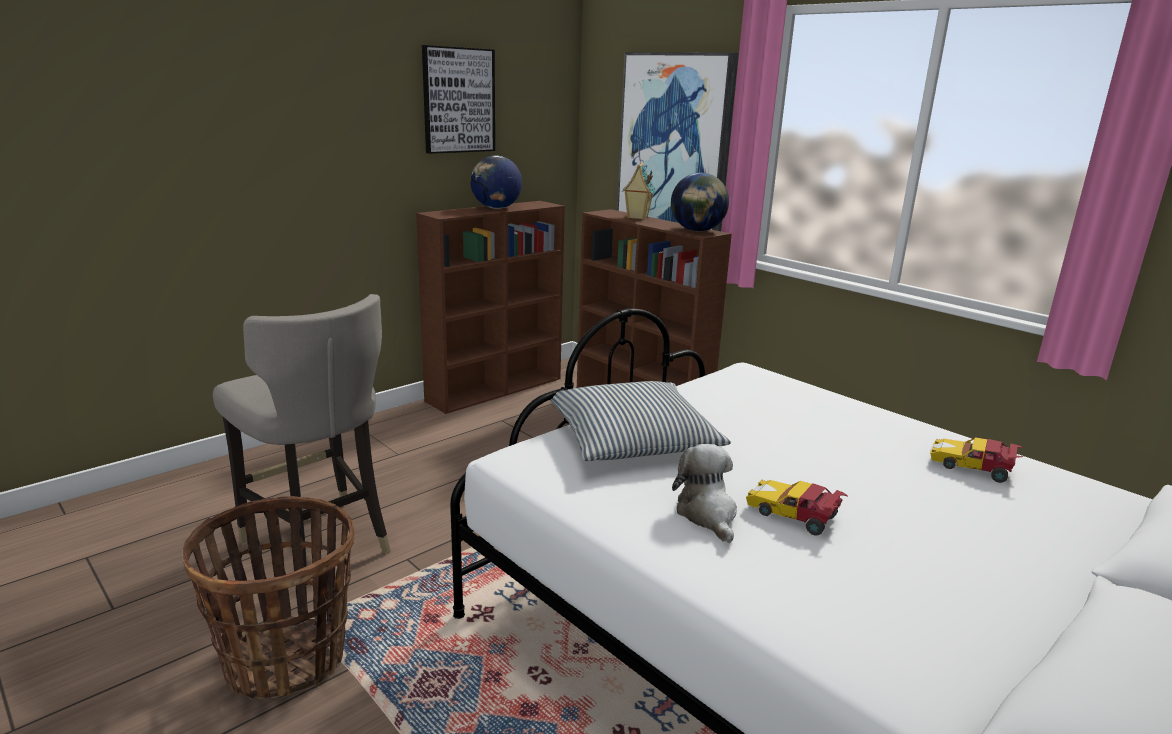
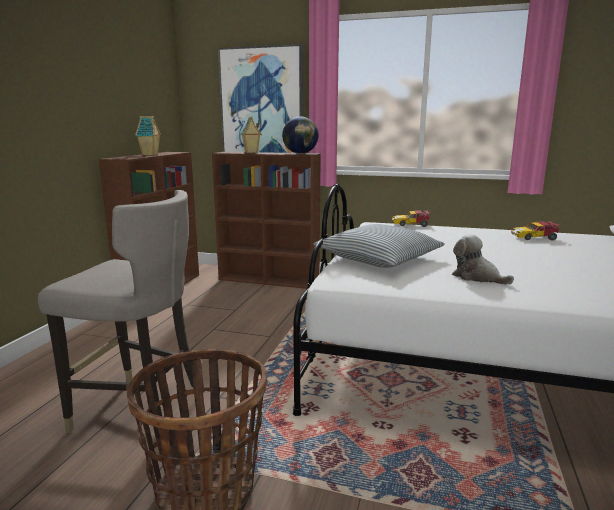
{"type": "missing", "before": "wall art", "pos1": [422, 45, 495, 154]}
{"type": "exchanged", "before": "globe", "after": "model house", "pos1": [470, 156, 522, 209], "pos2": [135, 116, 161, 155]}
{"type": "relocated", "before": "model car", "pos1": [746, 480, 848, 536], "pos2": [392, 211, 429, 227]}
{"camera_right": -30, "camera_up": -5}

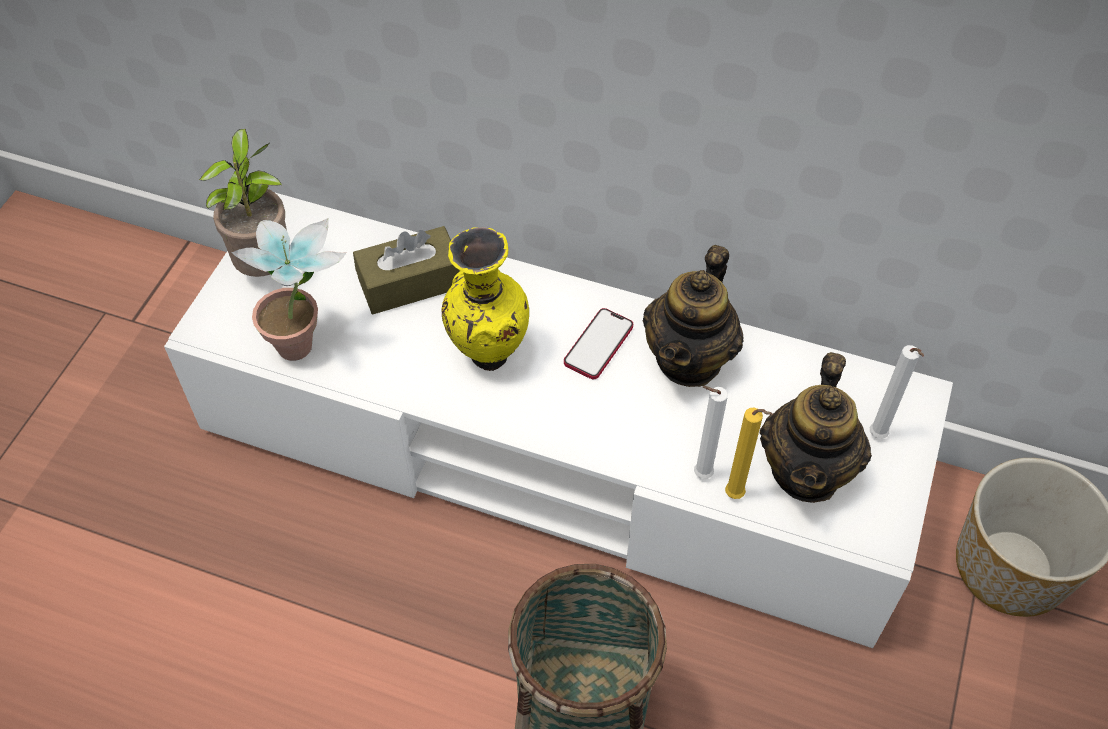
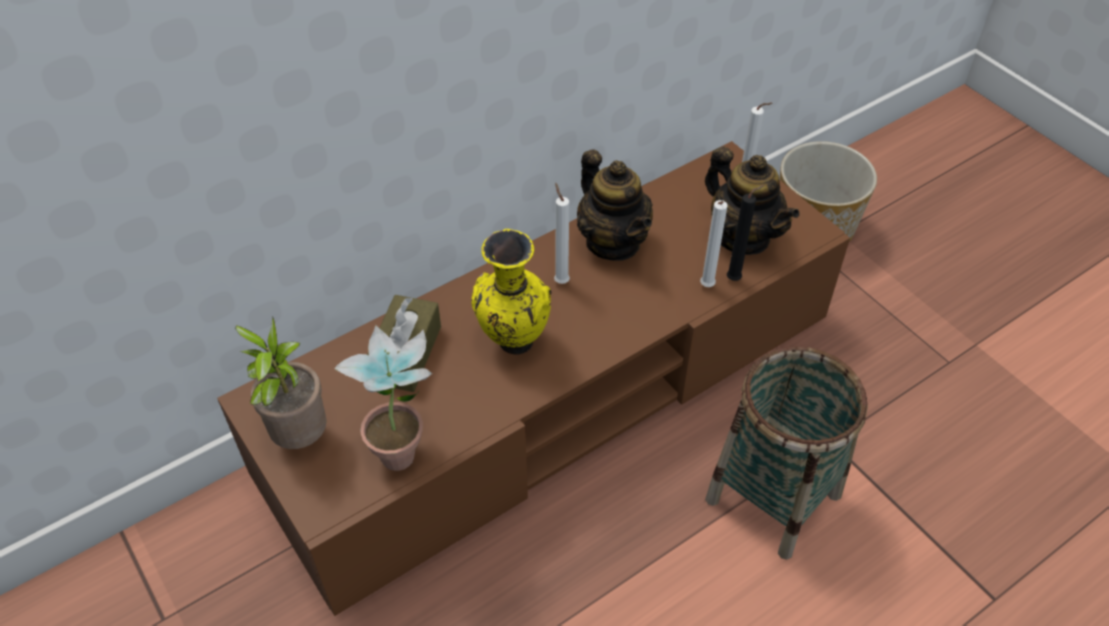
{"type": "colour", "before": "tv stand (white-coloured)", "after": "tv stand (brown)", "pos1": [164, 192, 953, 648], "pos2": [217, 141, 850, 616]}
{"type": "exchanged", "before": "phone", "after": "wax candle (white-coloured)", "pos1": [564, 308, 633, 379], "pos2": [554, 183, 570, 284]}
{"type": "colour", "before": "wax candle (yellowish)", "after": "wax candle (black)", "pos1": [725, 408, 773, 499], "pos2": [727, 185, 764, 281]}
{"camera_right": -55, "camera_up": -5}

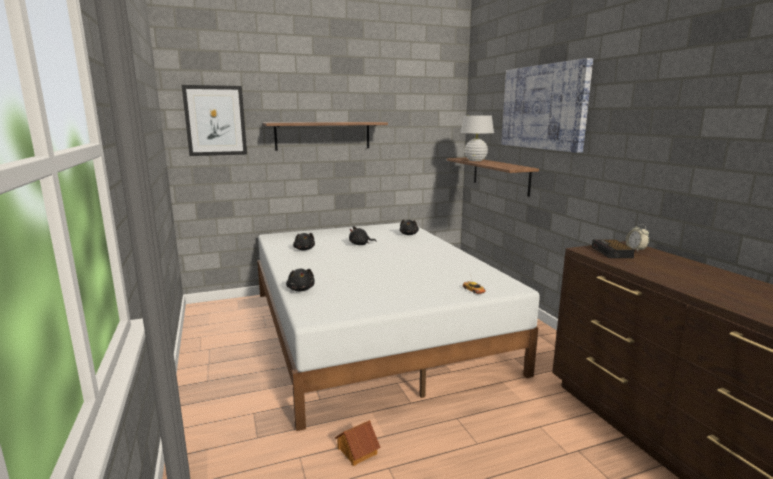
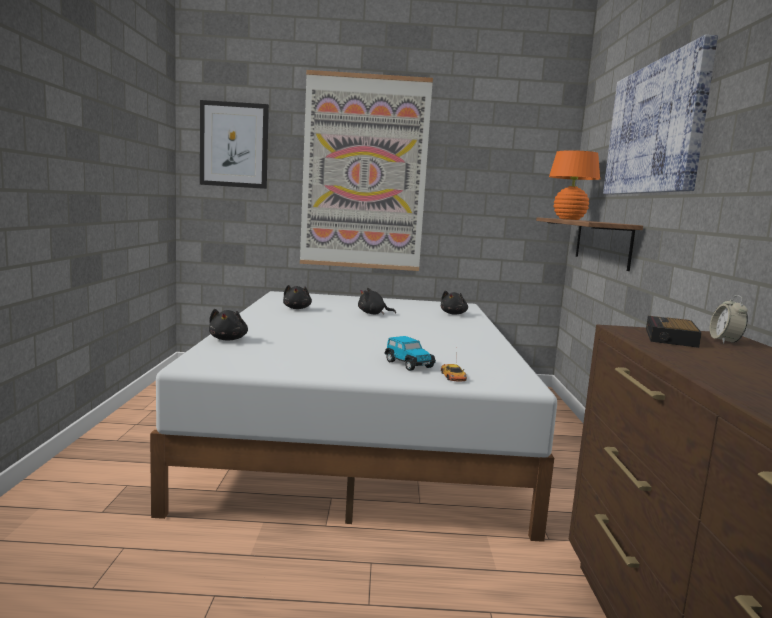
{"type": "exchanged", "before": "bracket shelf", "after": "wall art", "pos1": [263, 122, 388, 151], "pos2": [300, 70, 433, 271]}
{"type": "missing", "before": "model house", "pos1": [335, 420, 381, 466]}
{"type": "colour", "before": "lamp for a table (white-coloured)", "after": "lamp for a table (orangey)", "pos1": [460, 115, 494, 161], "pos2": [549, 150, 600, 220]}
{"type": "appeared", "after": "model car", "pos2": [385, 336, 436, 371]}
{"camera_right": 20, "camera_up": -5}

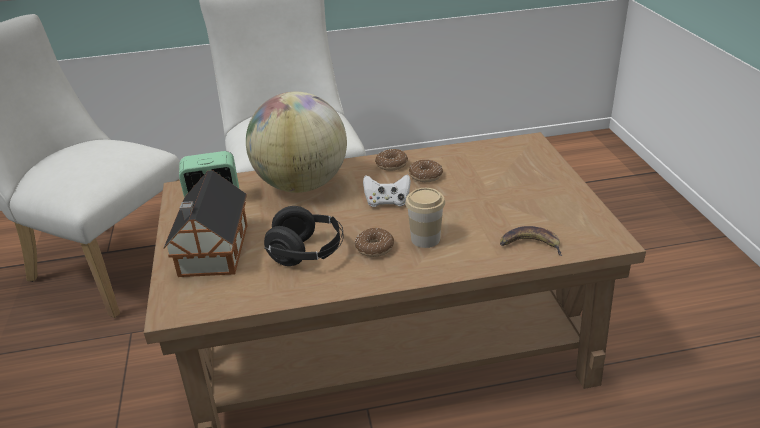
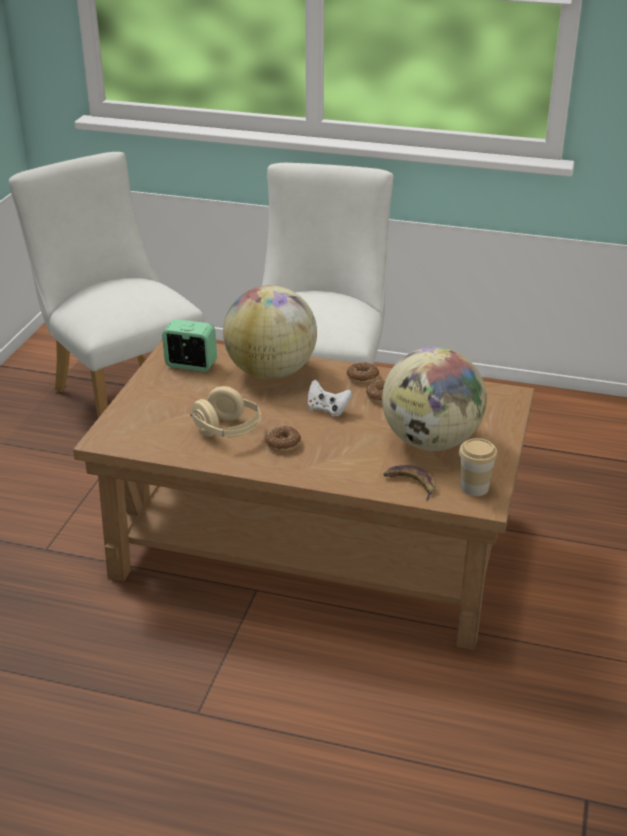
{"type": "missing", "before": "model house", "pos1": [163, 170, 248, 277]}
{"type": "colour", "before": "headphones (black)", "after": "headphones (sand-coloured)", "pos1": [264, 206, 344, 266], "pos2": [190, 386, 261, 438]}
{"type": "relocated", "before": "drinking cup", "pos1": [405, 188, 445, 248], "pos2": [459, 438, 497, 496]}
{"type": "appeared", "after": "globe", "pos2": [382, 347, 487, 451]}
{"camera_right": 25, "camera_up": 0}

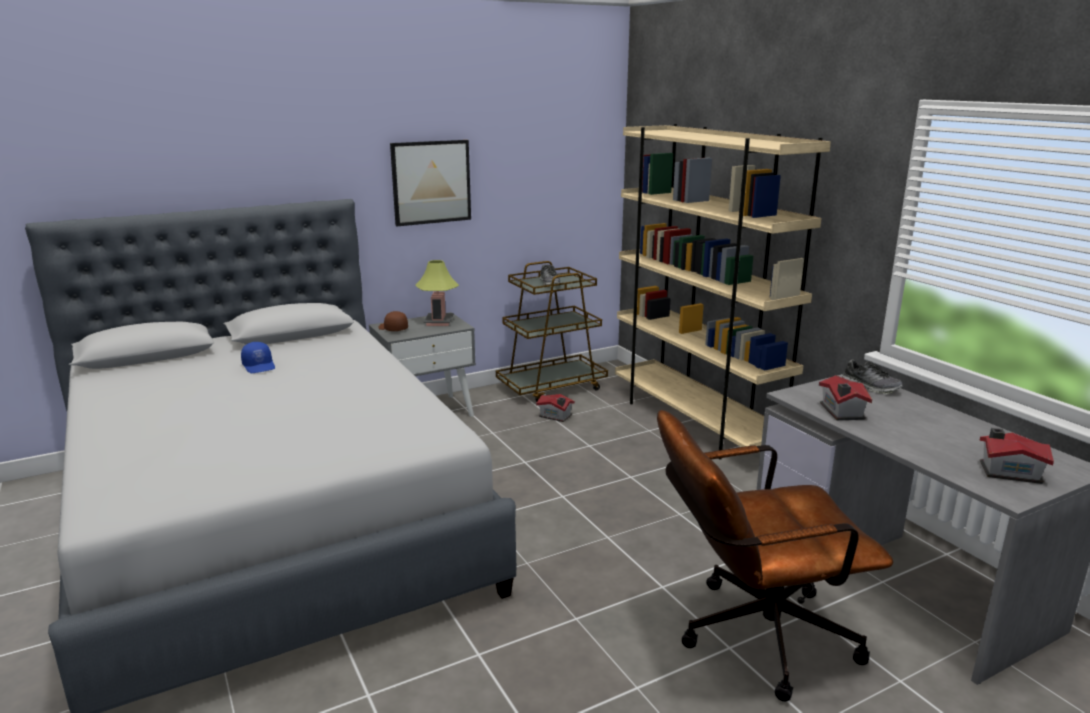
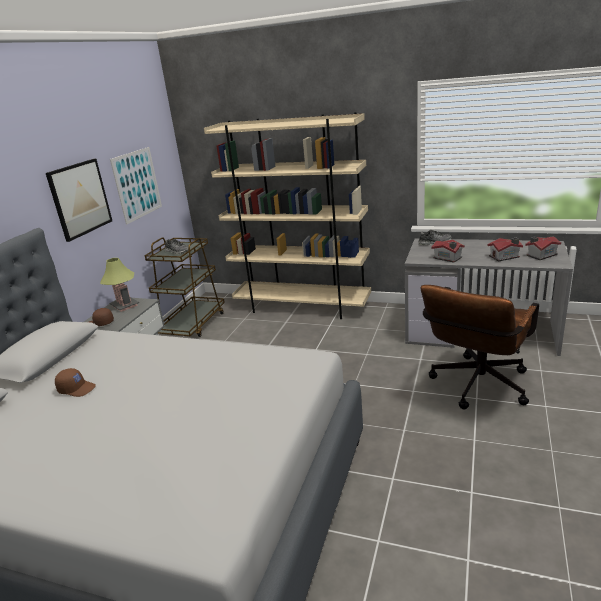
{"type": "colour", "before": "peaked cap (blue)", "after": "peaked cap (brown)", "pos1": [241, 342, 275, 373], "pos2": [55, 368, 96, 397]}
{"type": "relocated", "before": "model house", "pos1": [536, 394, 575, 422], "pos2": [488, 238, 523, 261]}
{"type": "appeared", "after": "wall art", "pos2": [110, 147, 162, 224]}
{"camera_right": -40, "camera_up": 5}

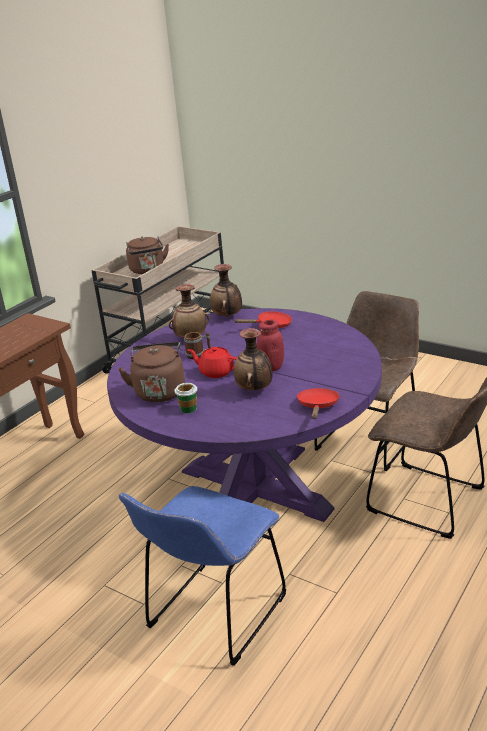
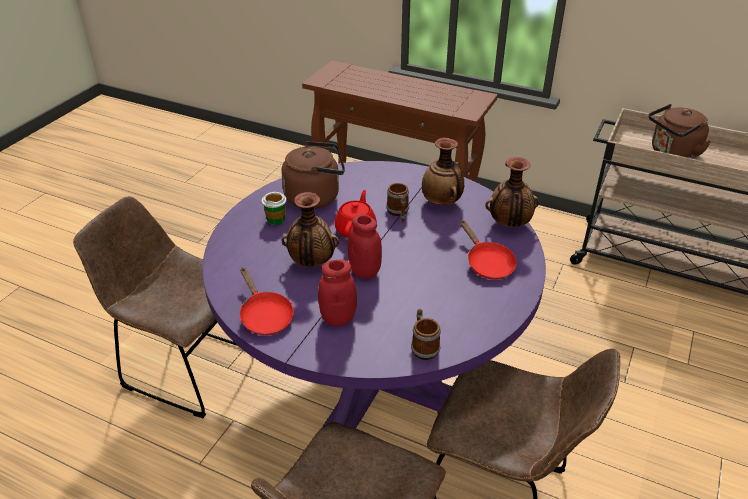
{"type": "colour", "before": "upright chair (blue)", "after": "upright chair (brown)", "pos1": [119, 486, 286, 666], "pos2": [73, 196, 238, 418]}
{"type": "spun", "before": "pan (red-coloured)", "pos1": [297, 388, 340, 419], "pos2": [240, 267, 294, 335], "turn": 60}
{"type": "appeared", "after": "jar (red-coloured)", "pos2": [318, 259, 357, 326]}
{"type": "appeared", "after": "mug", "pos2": [411, 309, 441, 360]}
{"camera_right": 80, "camera_up": 10}

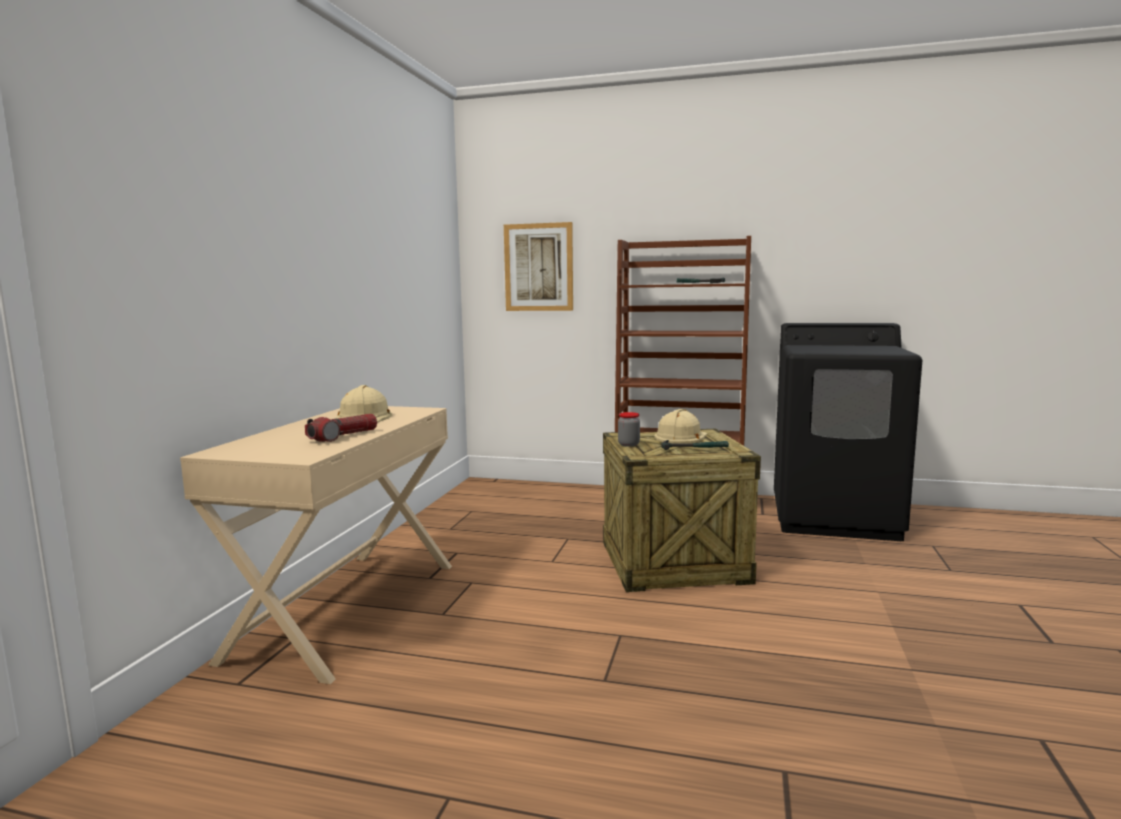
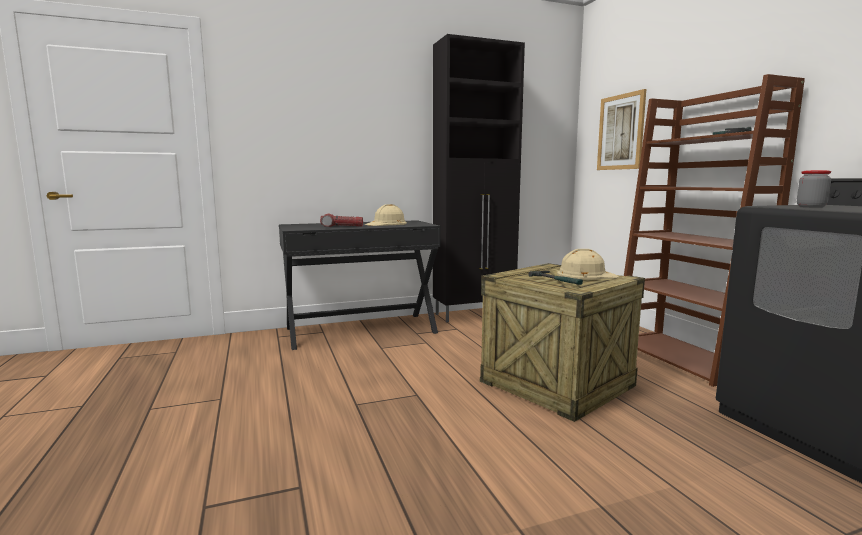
{"type": "colour", "before": "desk (sand-coloured)", "after": "desk (black)", "pos1": [180, 406, 452, 684], "pos2": [279, 220, 441, 350]}
{"type": "relocated", "before": "jar", "pos1": [618, 412, 640, 447], "pos2": [797, 170, 831, 208]}
{"type": "appeared", "after": "storage cabinet (black)", "pos2": [433, 34, 525, 322]}
{"camera_right": 55, "camera_up": 0}

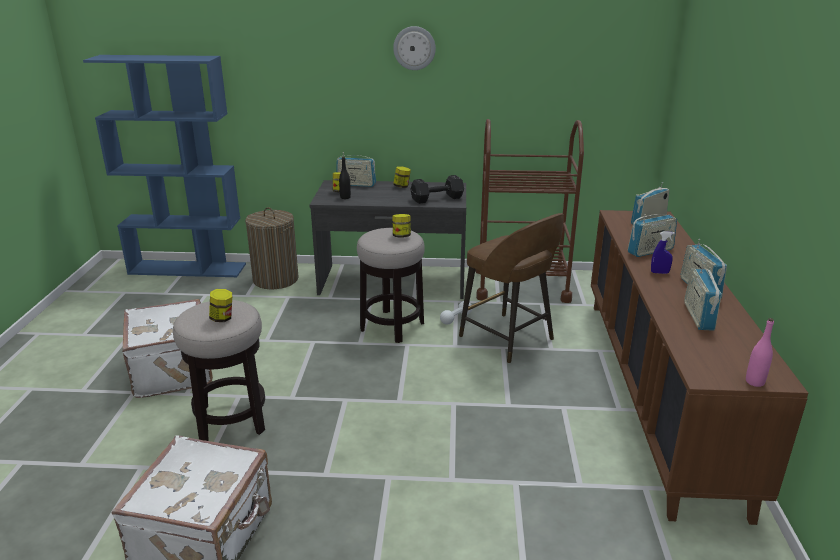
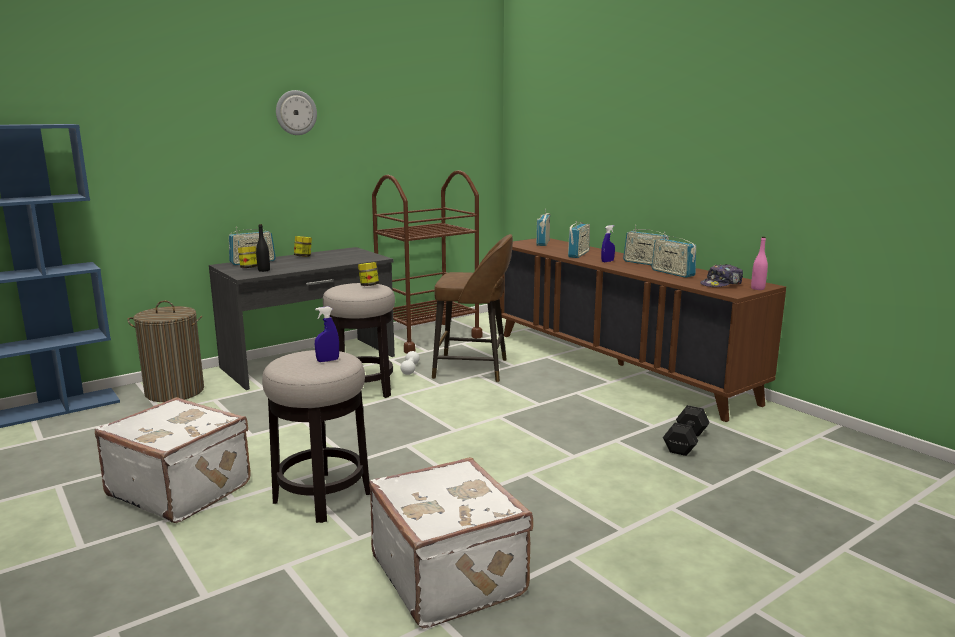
{"type": "exchanged", "before": "jar", "after": "sprayer (blue)", "pos1": [209, 289, 232, 322], "pos2": [315, 306, 339, 362]}
{"type": "relocated", "before": "free weight (black)", "pos1": [410, 175, 464, 204], "pos2": [663, 405, 710, 456]}
{"type": "appeared", "after": "peaked cap", "pos2": [700, 264, 743, 287]}
{"camera_right": -40, "camera_up": -10}

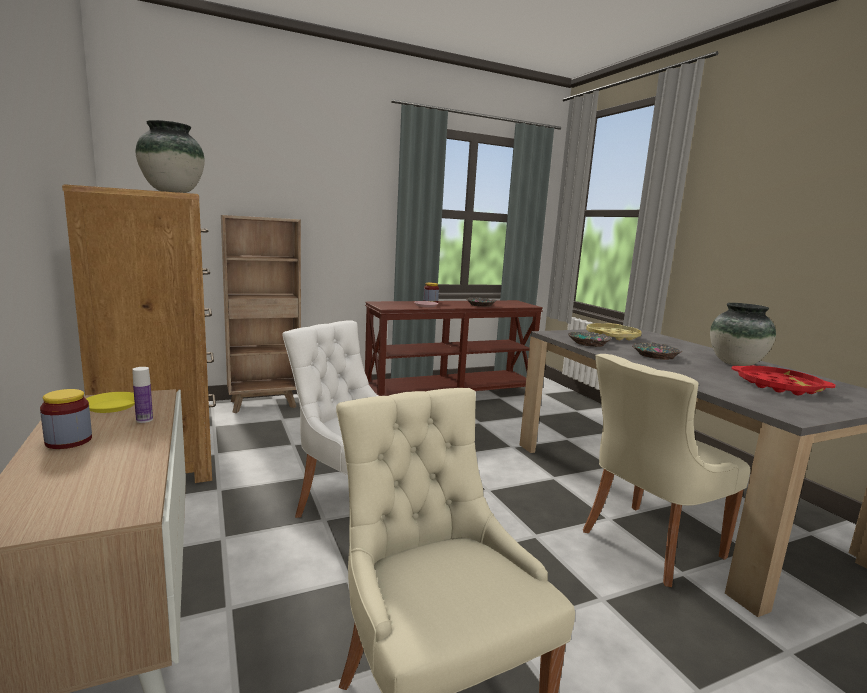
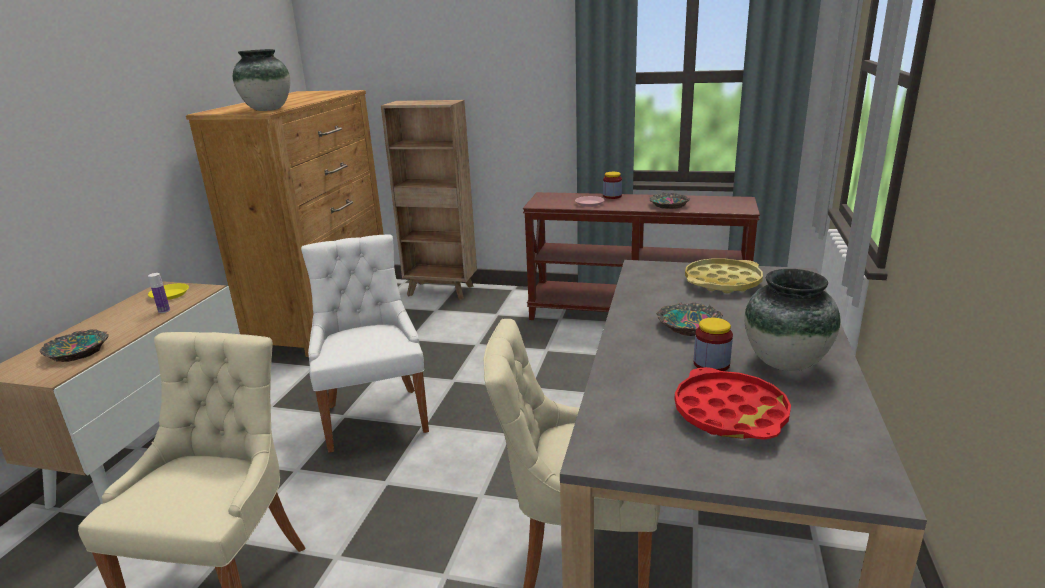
{"type": "relocated", "before": "jar", "pos1": [40, 389, 92, 449], "pos2": [694, 318, 733, 371]}
{"type": "relocated", "before": "deep dish", "pos1": [568, 332, 612, 347], "pos2": [40, 329, 109, 362]}
{"camera_right": 40, "camera_up": 10}

